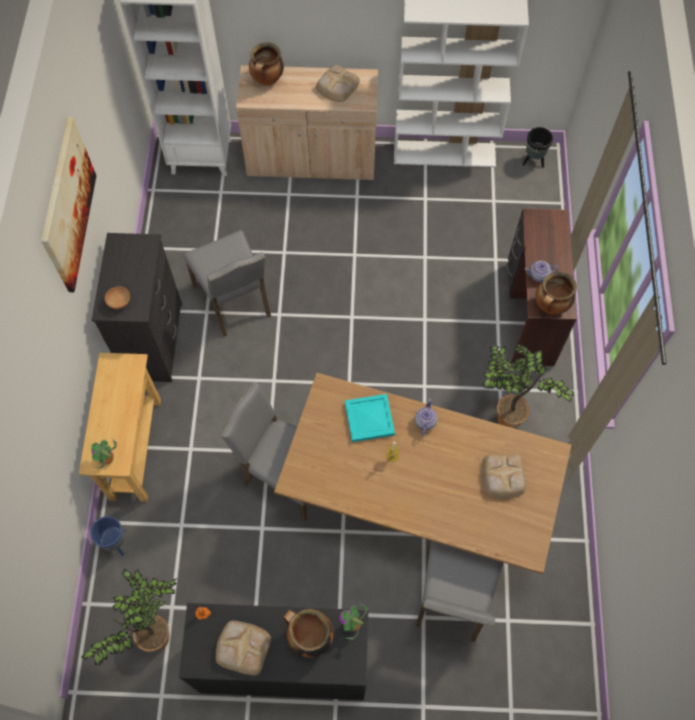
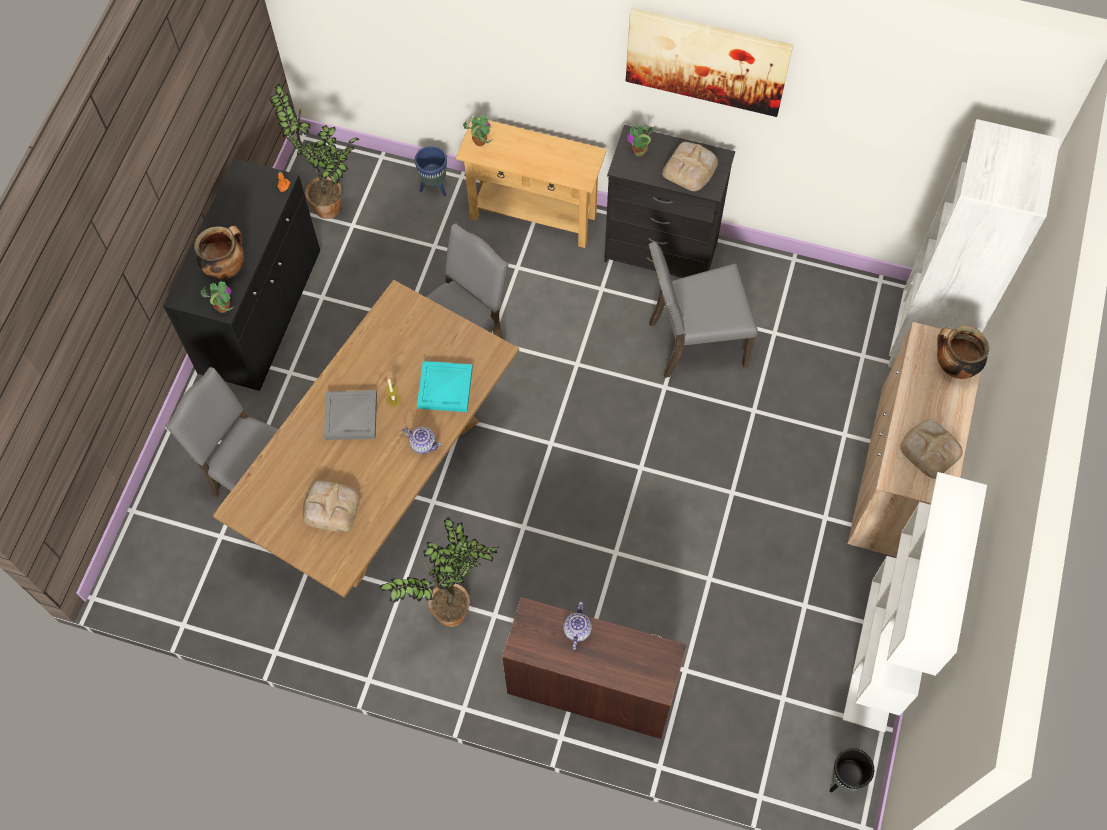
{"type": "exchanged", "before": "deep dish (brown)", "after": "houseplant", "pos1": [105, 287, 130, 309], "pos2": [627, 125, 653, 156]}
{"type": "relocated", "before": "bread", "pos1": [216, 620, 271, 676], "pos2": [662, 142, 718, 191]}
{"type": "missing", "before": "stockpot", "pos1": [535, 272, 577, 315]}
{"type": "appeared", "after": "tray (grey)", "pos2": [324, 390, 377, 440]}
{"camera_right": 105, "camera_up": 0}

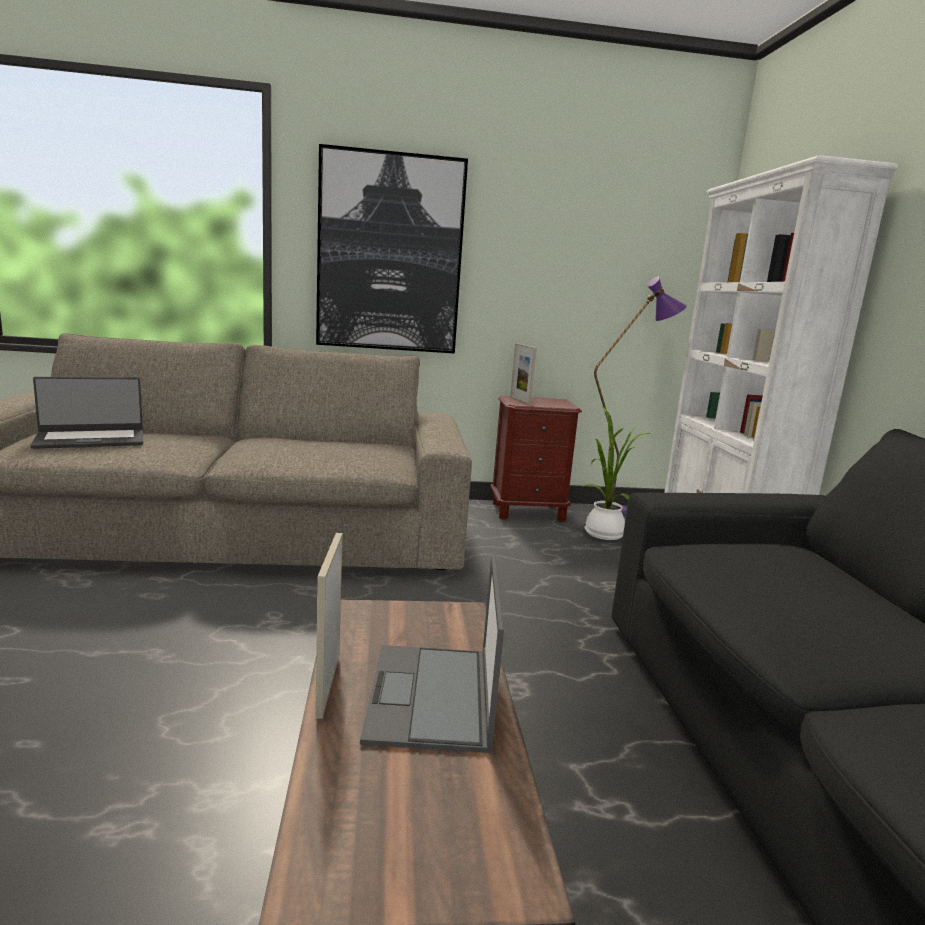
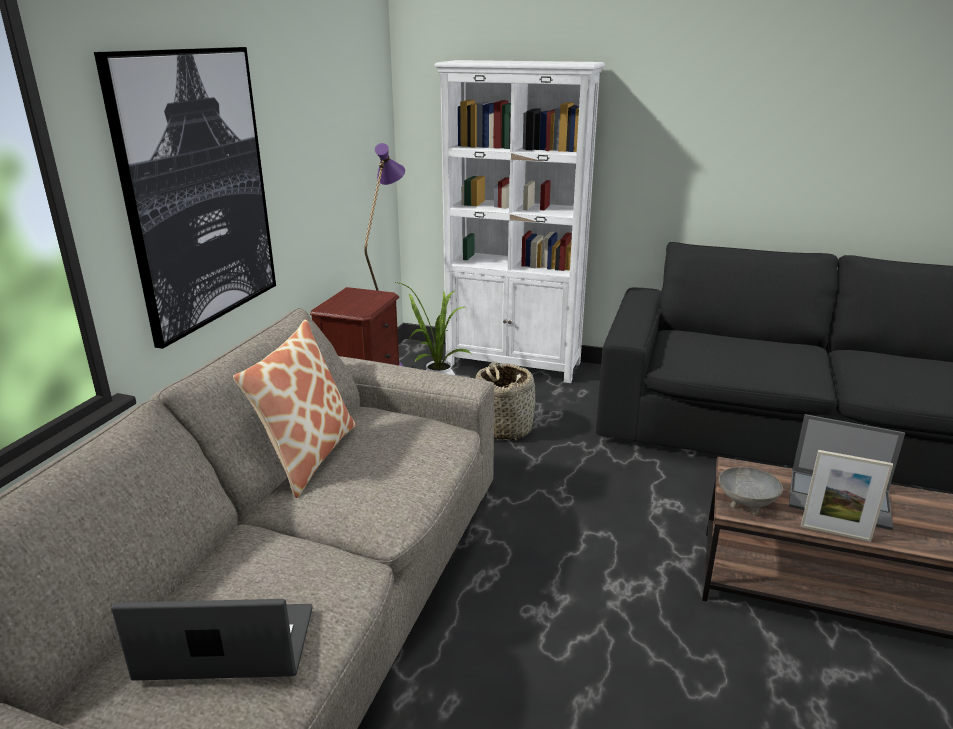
{"type": "spun", "before": "portable computer", "pos1": [30, 377, 143, 449], "pos2": [111, 599, 313, 681], "turn": -90}
{"type": "missing", "before": "picture frame", "pos1": [510, 343, 537, 404]}
{"type": "appeared", "after": "throw pillow", "pos2": [233, 319, 356, 498]}
{"type": "appeared", "after": "storage basket", "pos2": [475, 361, 535, 440]}
{"type": "appeared", "after": "deep dish (grey)", "pos2": [719, 467, 783, 515]}
{"camera_right": -65, "camera_up": 10}

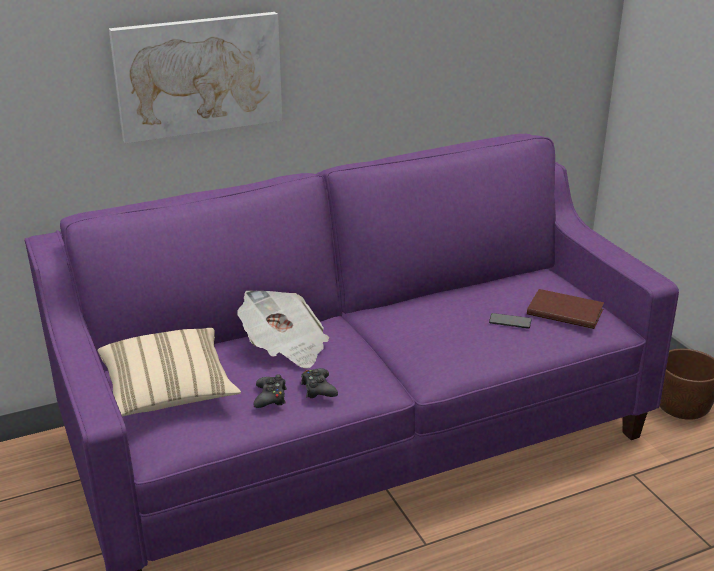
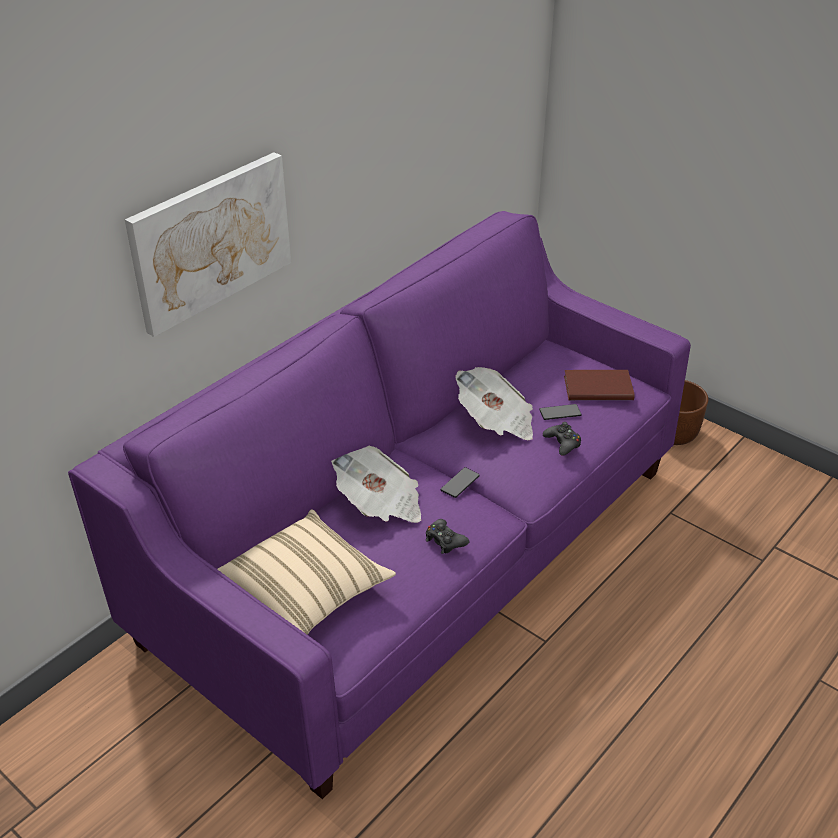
{"type": "relocated", "before": "game controller (black)", "pos1": [253, 374, 287, 408], "pos2": [543, 422, 581, 456]}
{"type": "appeared", "after": "phone", "pos2": [441, 467, 480, 498]}
{"type": "appeared", "after": "printed paper", "pos2": [455, 367, 533, 440]}
{"camera_right": -25, "camera_up": 10}

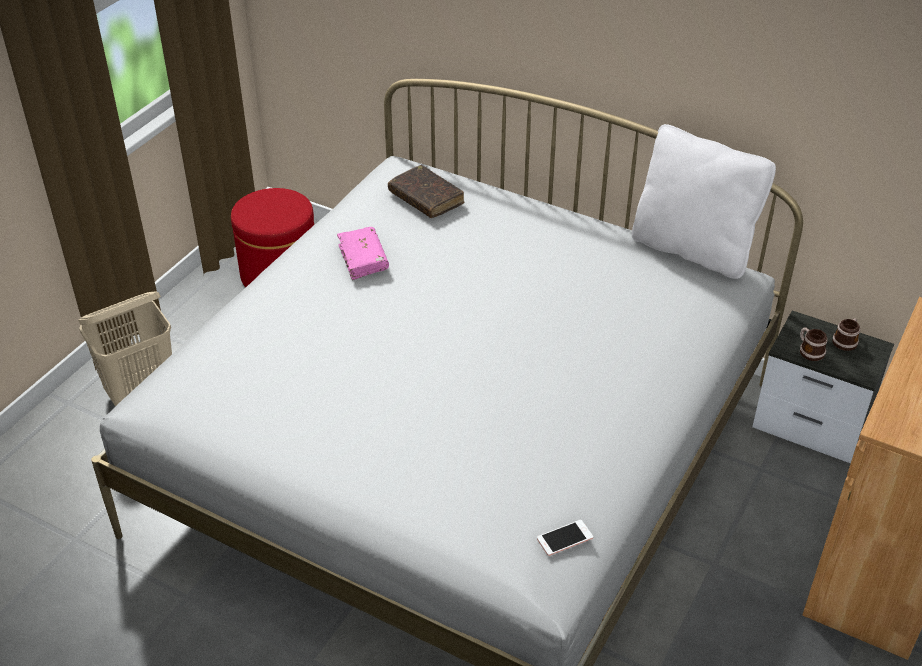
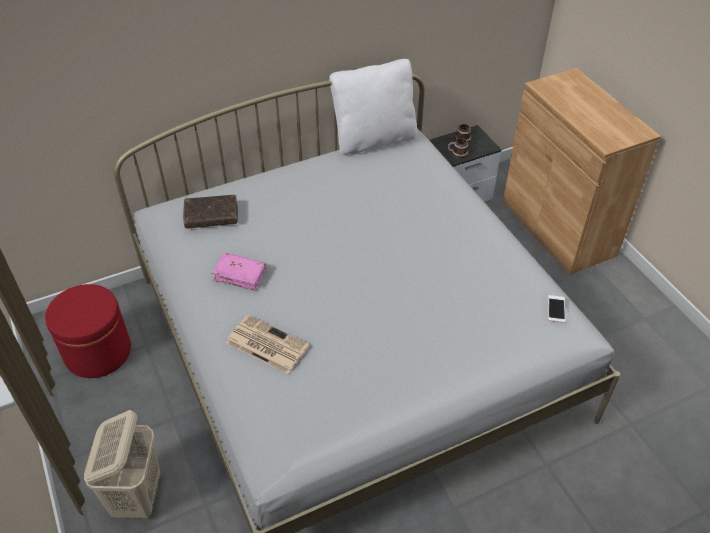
{"type": "appeared", "after": "printed paper", "pos2": [226, 315, 310, 374]}
{"camera_right": -55, "camera_up": 5}

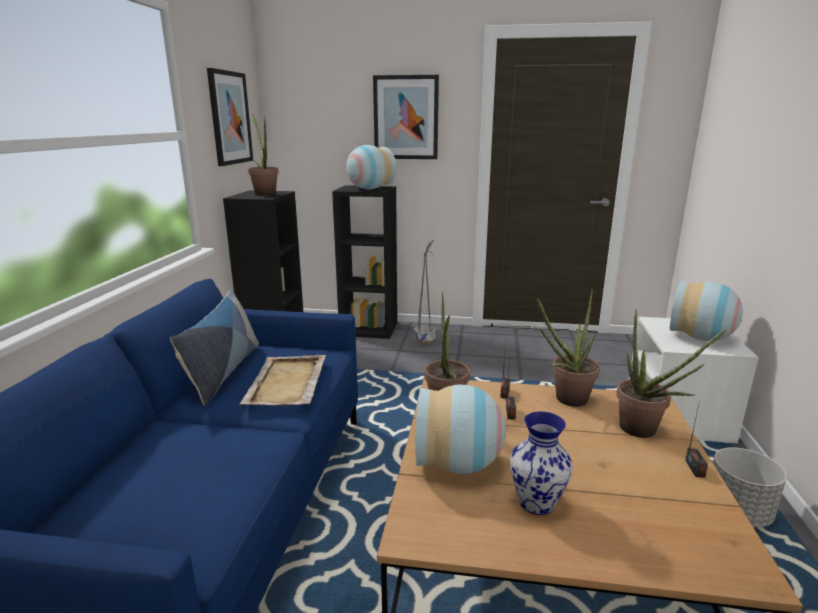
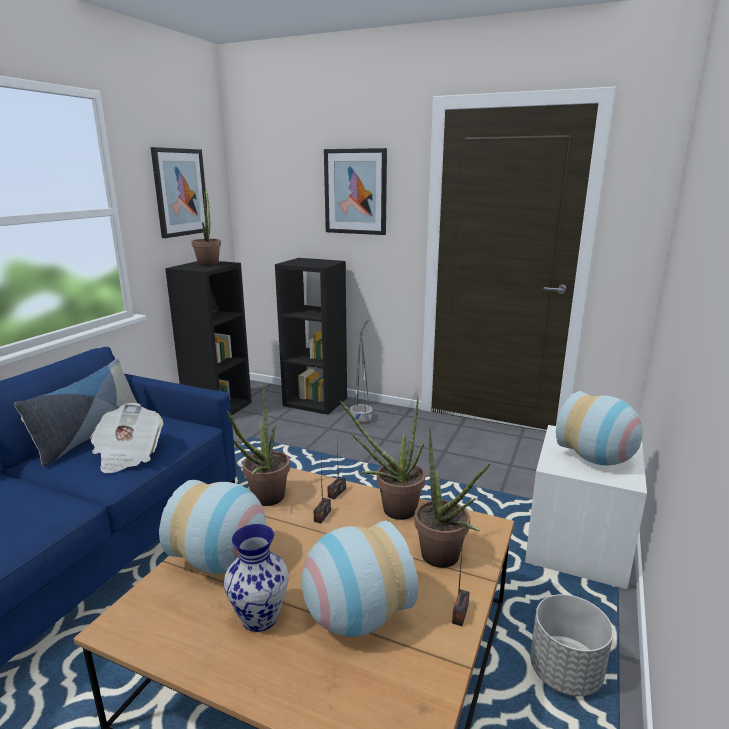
{"type": "exchanged", "before": "tray (sand-coloured)", "after": "printed paper", "pos1": [239, 355, 326, 406], "pos2": [90, 403, 163, 474]}
{"type": "relocated", "before": "flower vase", "pos1": [346, 145, 396, 190], "pos2": [302, 520, 418, 637]}
{"camera_right": 15, "camera_up": 0}

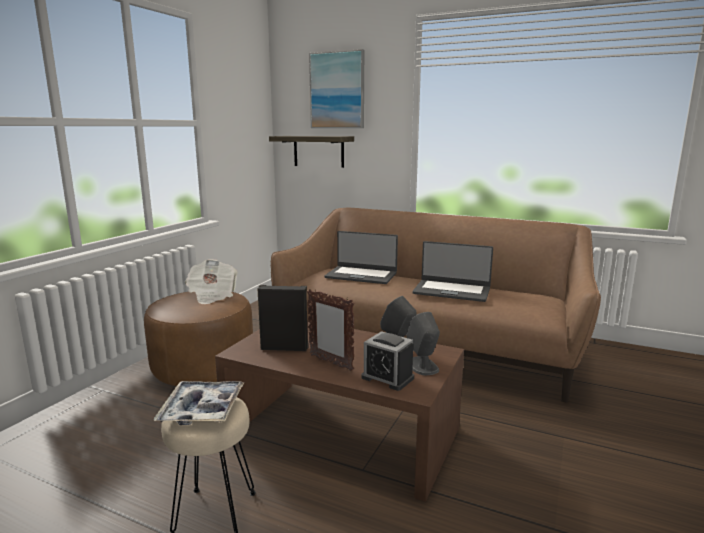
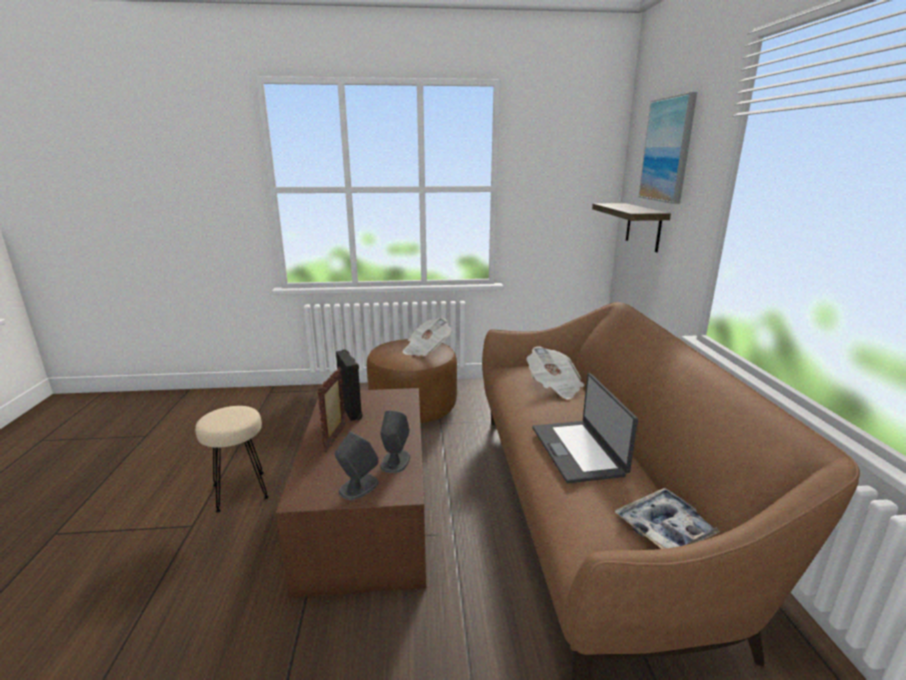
{"type": "relocated", "before": "tray", "pos1": [153, 381, 244, 425], "pos2": [615, 488, 720, 549]}
{"type": "exchanged", "before": "portable computer", "after": "printed paper", "pos1": [324, 231, 398, 284], "pos2": [527, 346, 584, 400]}
{"type": "missing", "before": "alarm clock", "pos1": [361, 331, 414, 391]}
{"camera_right": 60, "camera_up": 5}

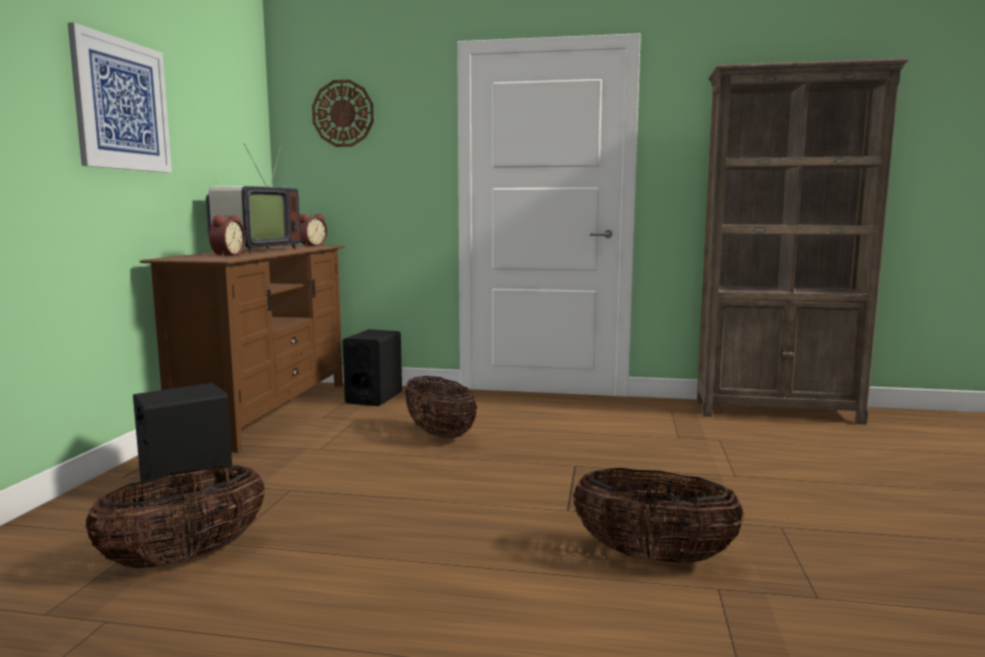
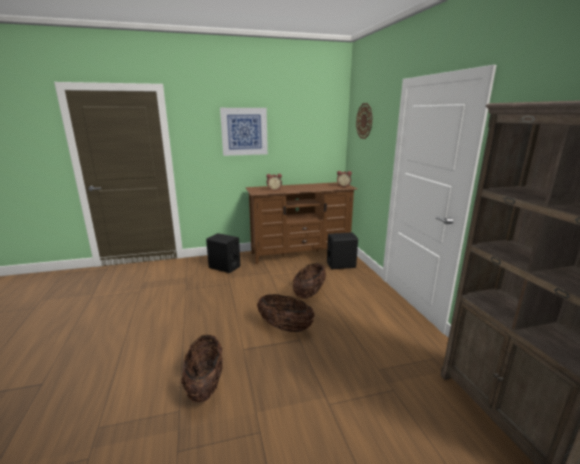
{"type": "relocated", "before": "storage basket", "pos1": [85, 465, 266, 568], "pos2": [257, 294, 315, 332]}
{"type": "missing", "before": "TV set", "pos1": [206, 144, 300, 253]}
{"camera_right": 65, "camera_up": 10}

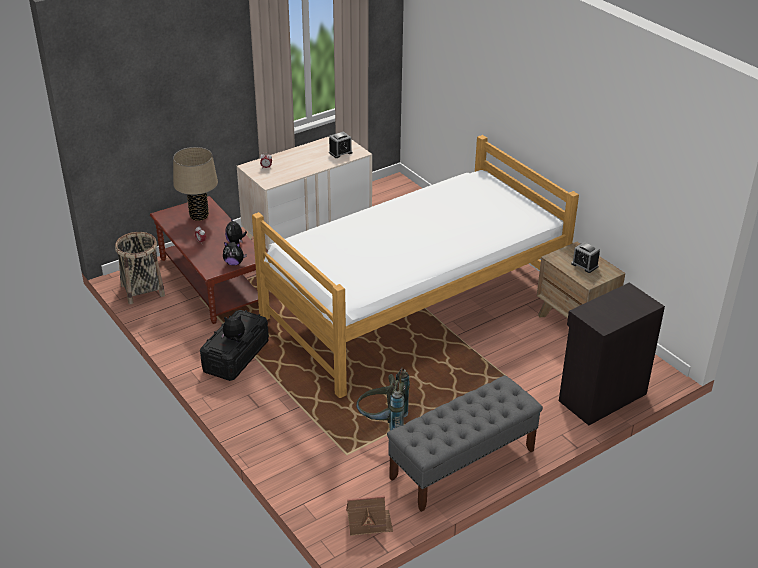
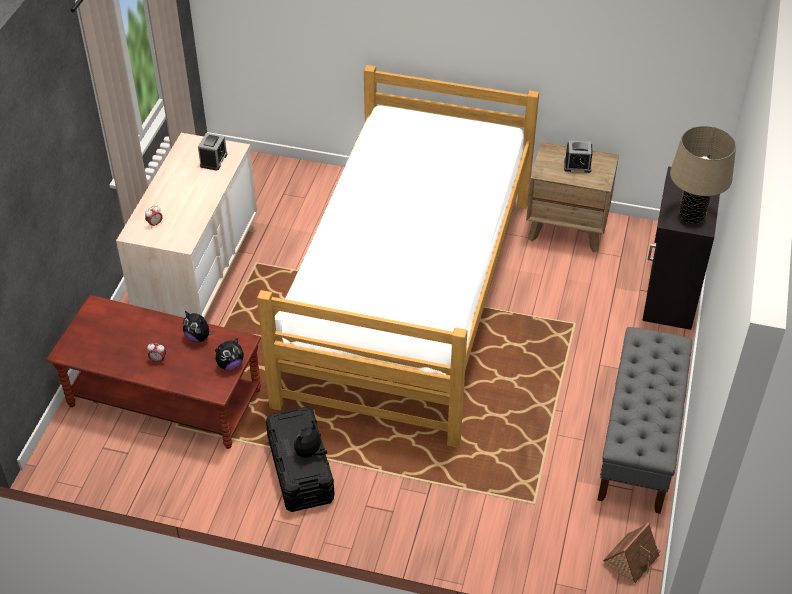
{"type": "missing", "before": "storage basket", "pos1": [115, 232, 165, 304]}
{"type": "relocated", "before": "lamp for a table (sand-coloured)", "pos1": [173, 147, 218, 221], "pos2": [670, 126, 736, 224]}
{"type": "missing", "before": "rucksack (grey)", "pos1": [356, 367, 410, 431]}
{"camera_right": -40, "camera_up": 10}

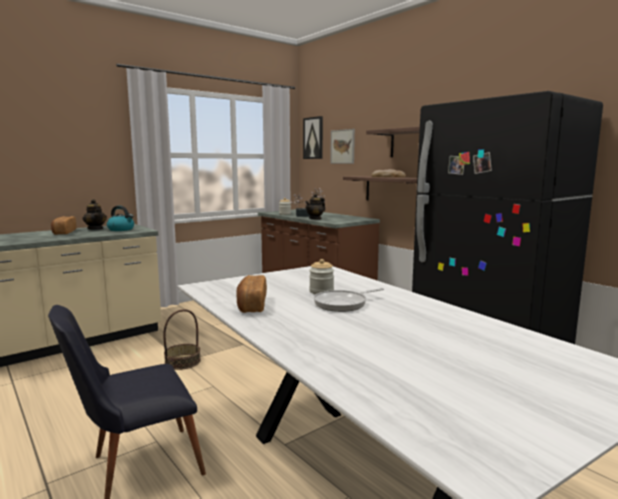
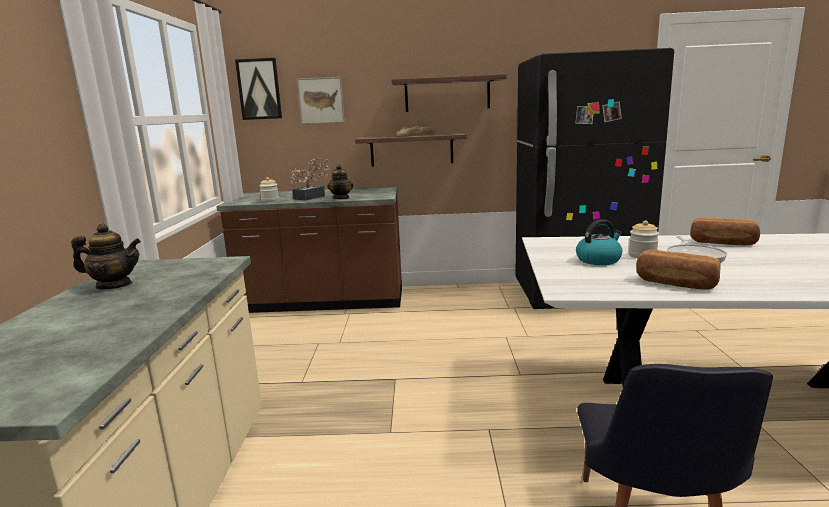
{"type": "relocated", "before": "bread", "pos1": [51, 216, 76, 235], "pos2": [690, 218, 760, 245]}
{"type": "relocated", "before": "kettle", "pos1": [107, 206, 134, 231], "pos2": [576, 219, 622, 265]}
{"type": "missing", "before": "storage basket", "pos1": [163, 309, 201, 370]}
{"camera_right": -50, "camera_up": 5}

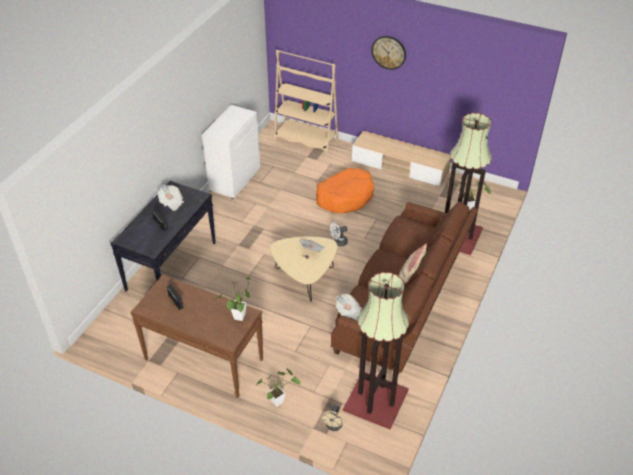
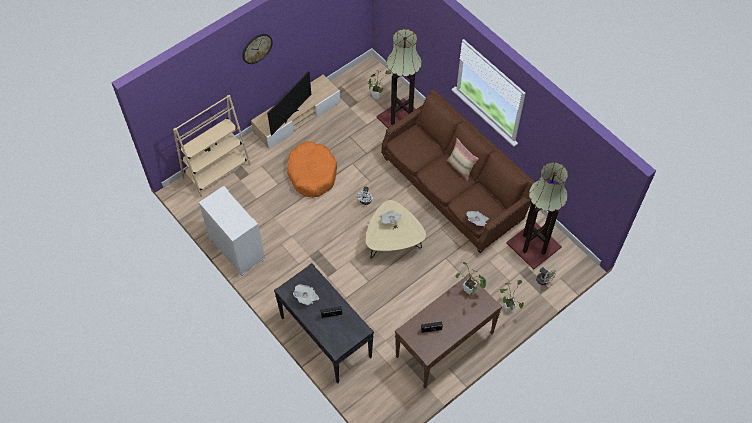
{"type": "appeared", "after": "TV set", "pos2": [267, 71, 311, 135]}
{"camera_right": -65, "camera_up": 15}

